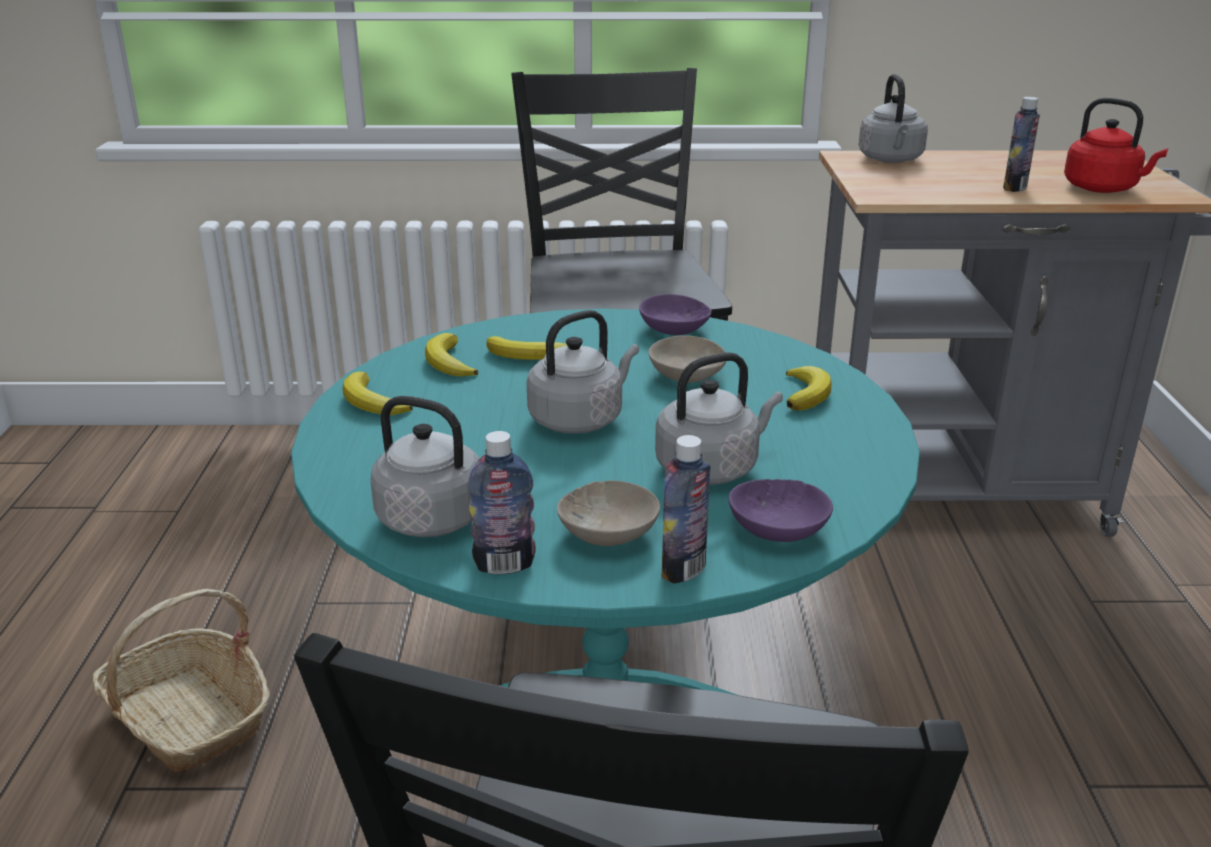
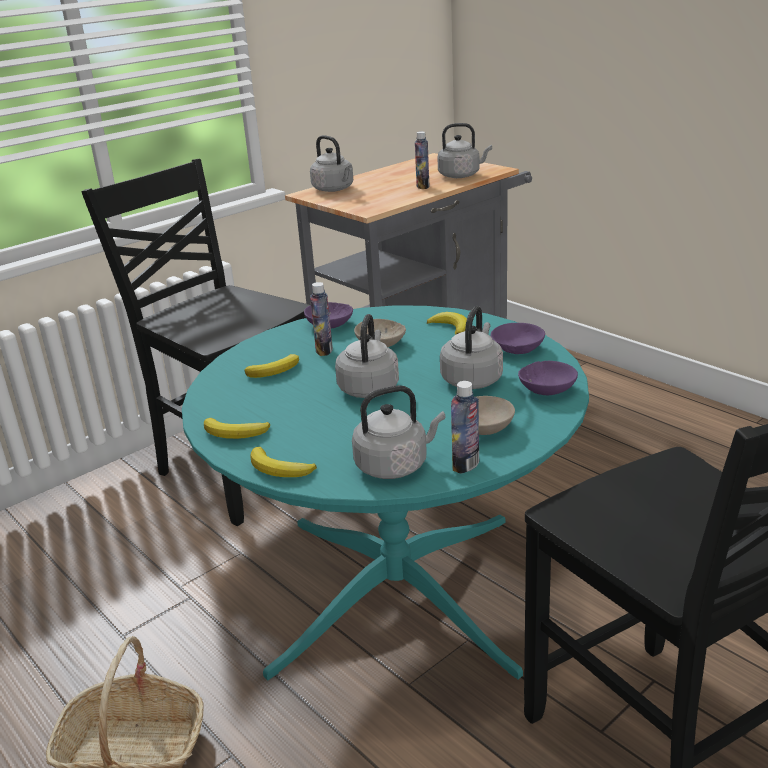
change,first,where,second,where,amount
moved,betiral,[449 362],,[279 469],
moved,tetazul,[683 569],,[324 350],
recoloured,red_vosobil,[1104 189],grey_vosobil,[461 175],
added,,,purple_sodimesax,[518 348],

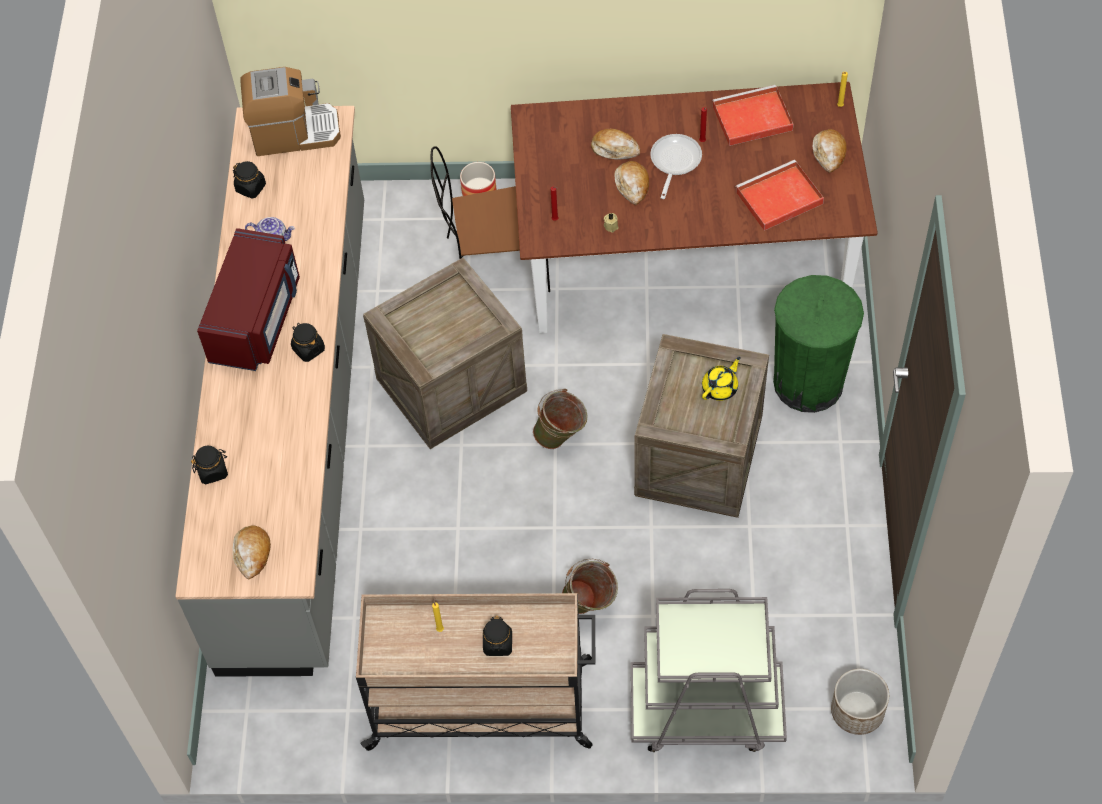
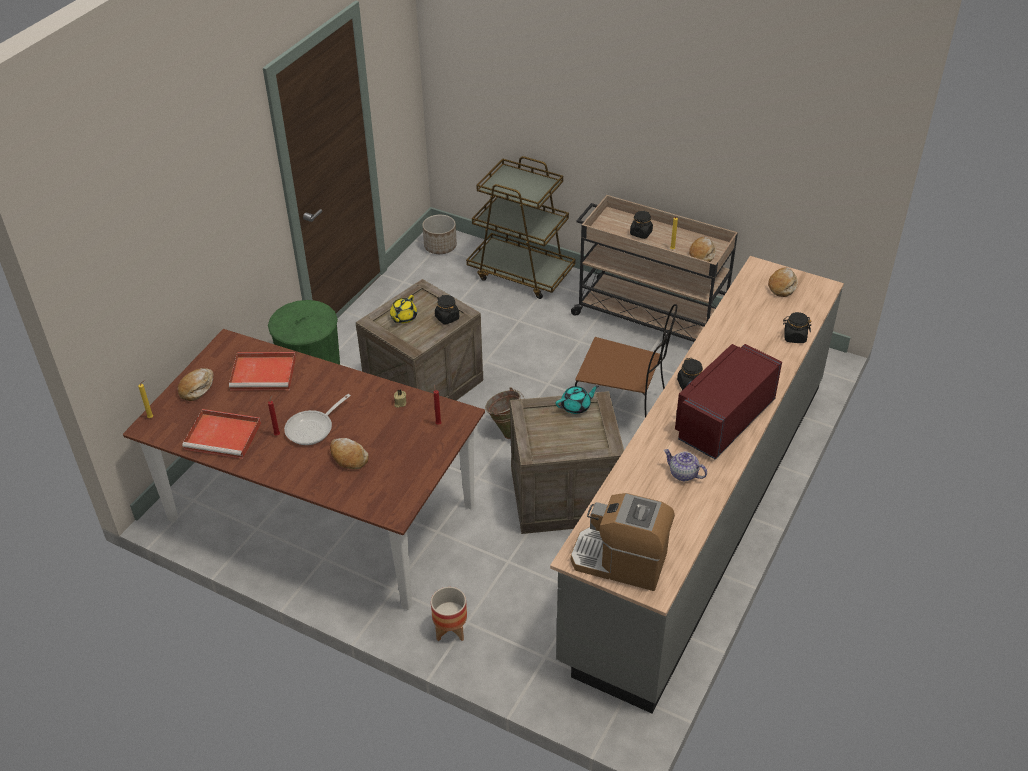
change,first,where,second,where,amount
moved,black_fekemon,[251 188],,[447 318],
moved,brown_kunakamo,[494 265],,[622 410],
removed,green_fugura,[590 606],,,
moved,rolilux,[632 185],,[702 254],
recoloured,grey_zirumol,[705 710],brown_zirumol,[521 273],
turned,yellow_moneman,[720 388],,[403 317],45 degrees counterclockwise
added,,,turquoise_moneman,[576 406],

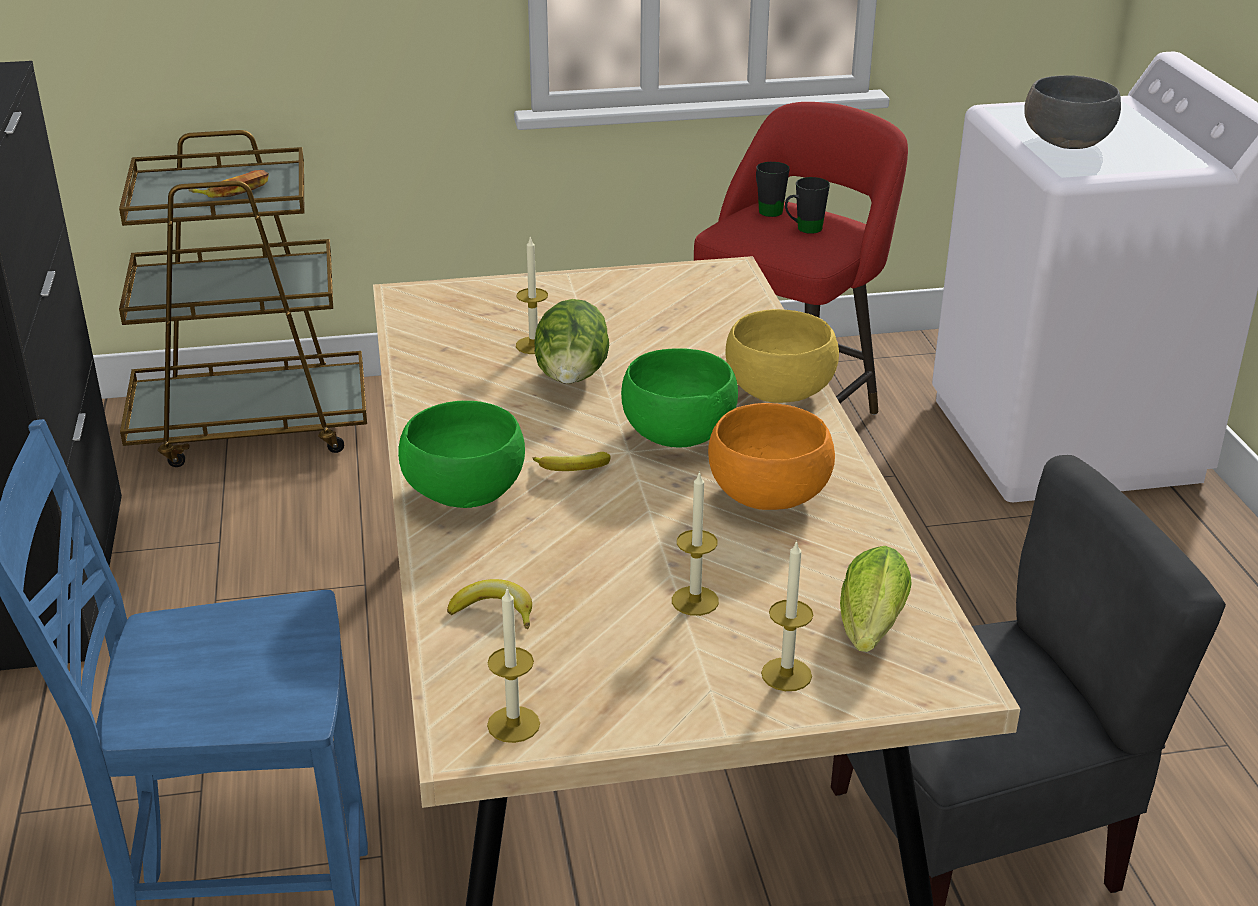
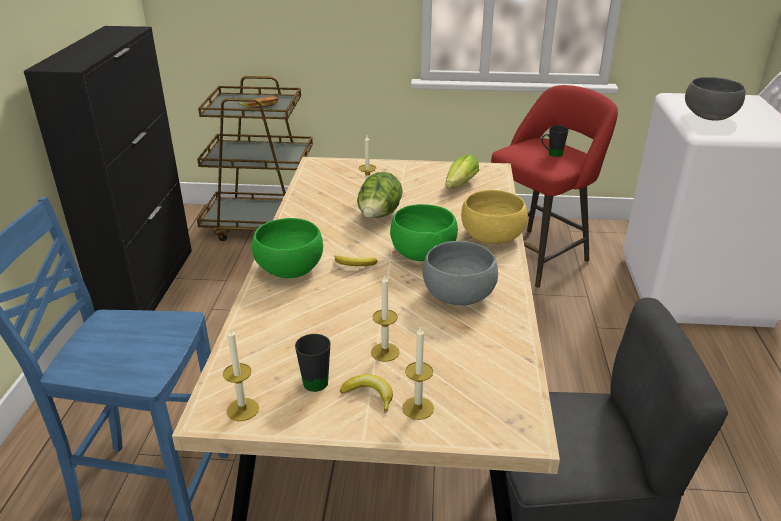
change,first,where,second,where,amount
moved,betiral,[494 611],,[369 395],
recoloured,orange_sodimesax,[769 494],grey_sodimesax,[458 295],
moved,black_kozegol,[767 209],,[315 378],
moved,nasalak,[869 629],,[458 186],

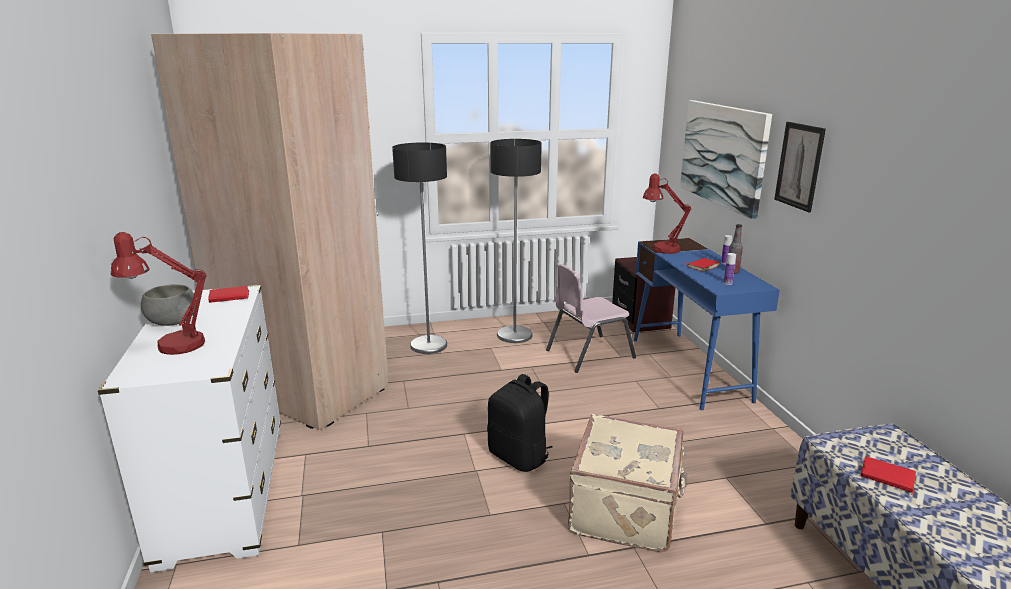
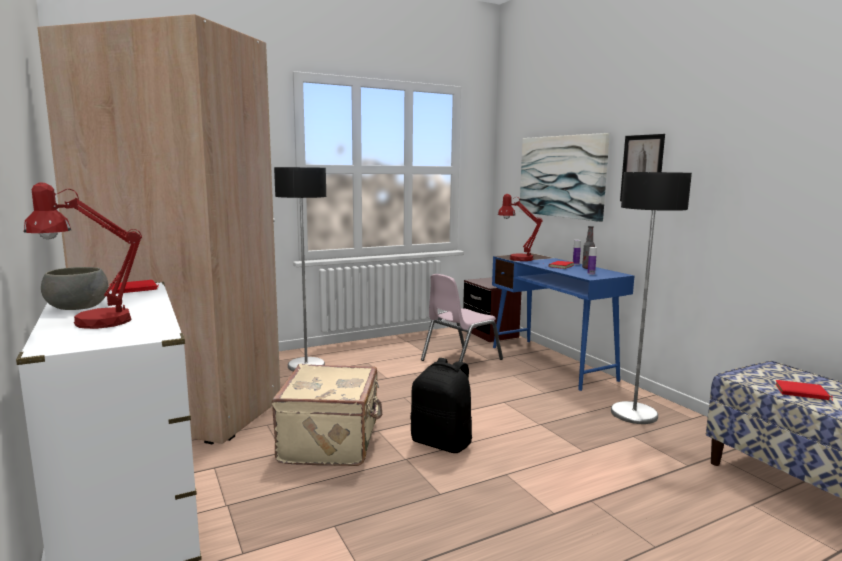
change,first,where,second,where,amount
moved,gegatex,[514 335],,[634 413],
moved,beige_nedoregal,[627 510],,[332 442],

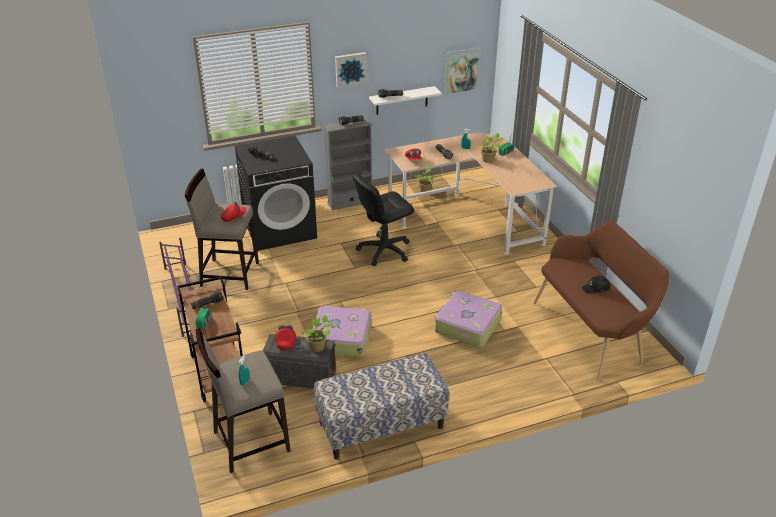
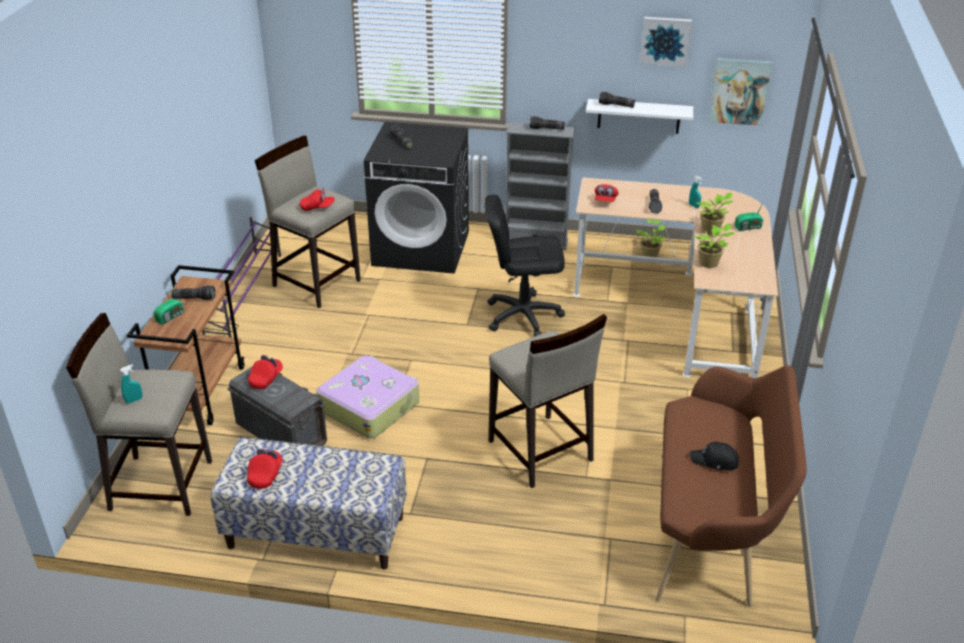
change,first,where,second,where,amount
moved,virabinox,[318 347],,[710 264],
moved,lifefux,[350 69],,[665 40],
replaced,nedoregal,[467 326],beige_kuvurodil,[540 451],
added,,,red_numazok,[265 475],

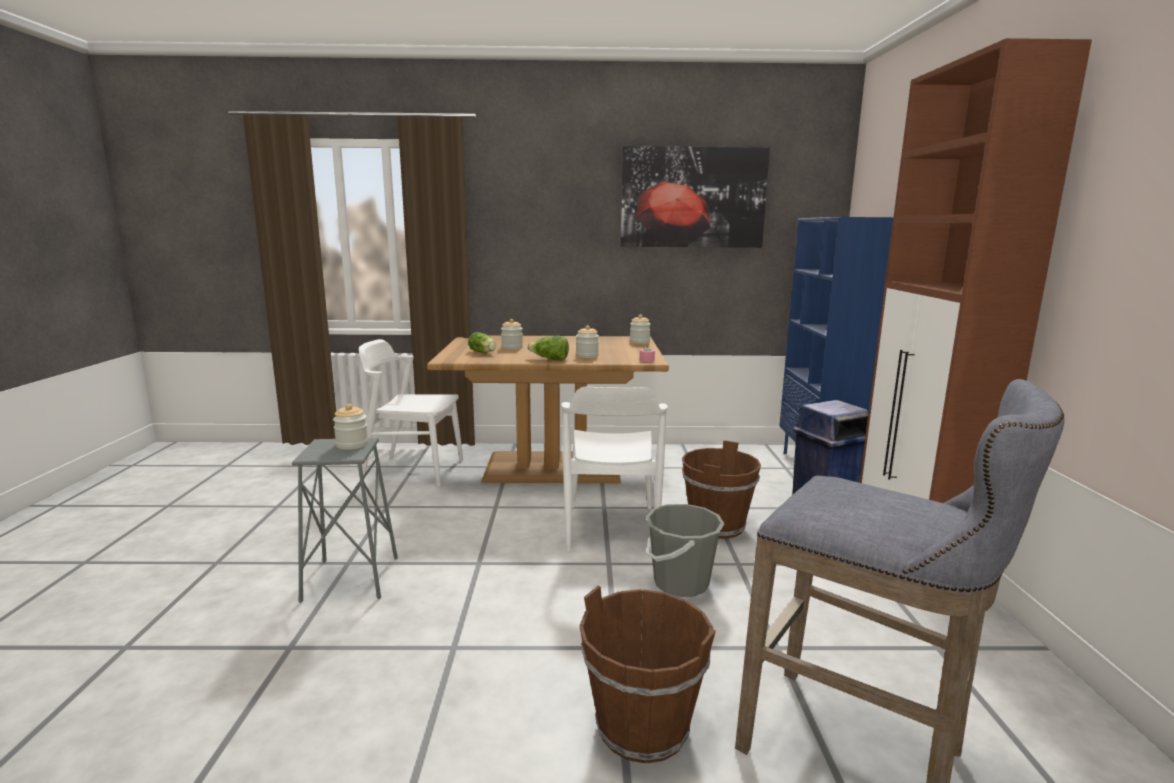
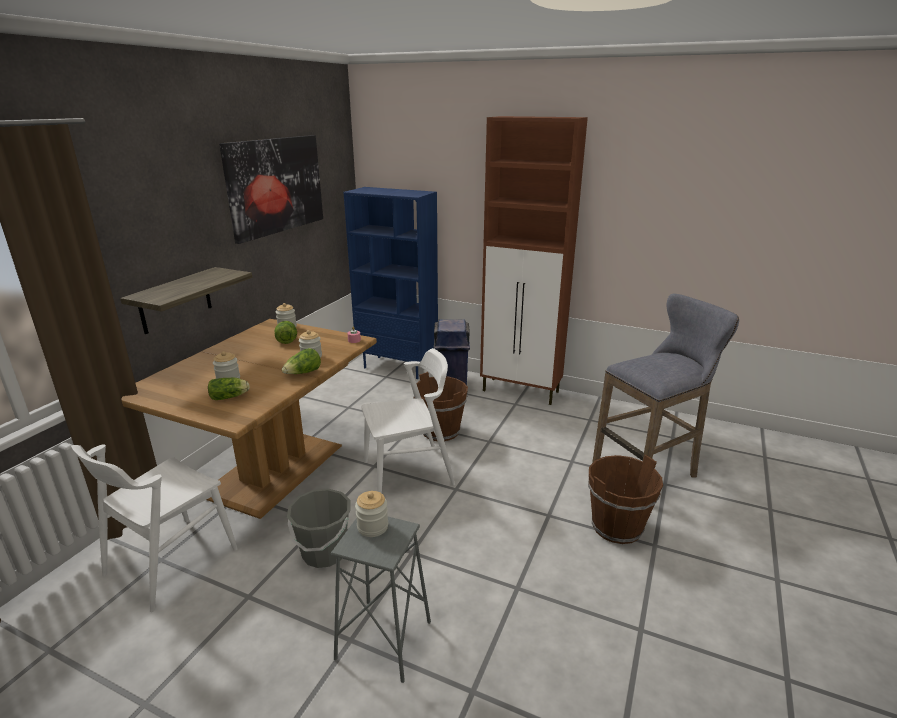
change,first,where,second,where,amount
turned,white_kunakamo,[611 528],,[408 473],45 degrees counterclockwise
moved,grey_fugura,[681 583],,[324 552],
added,,,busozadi,[175 300],
added,,,nasalak,[286 339],

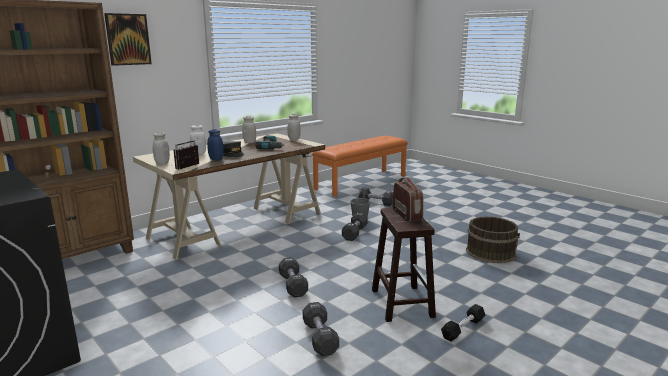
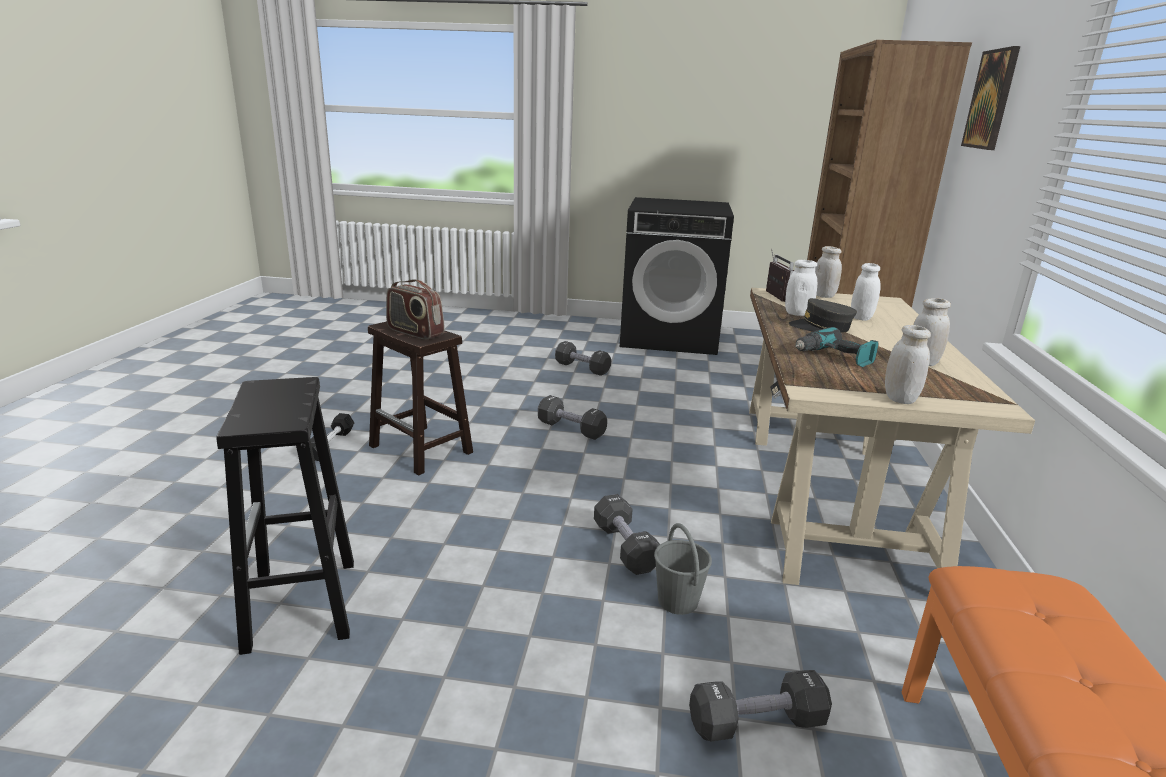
change,first,where,second,where,amount
recoloured,blue_fekemon,[216 159],white_fekemon,[797 313],
moved,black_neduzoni,[320 338],,[582 368],
replaced,brown_fugura,[490 252],black_kuvurodil,[302 606],

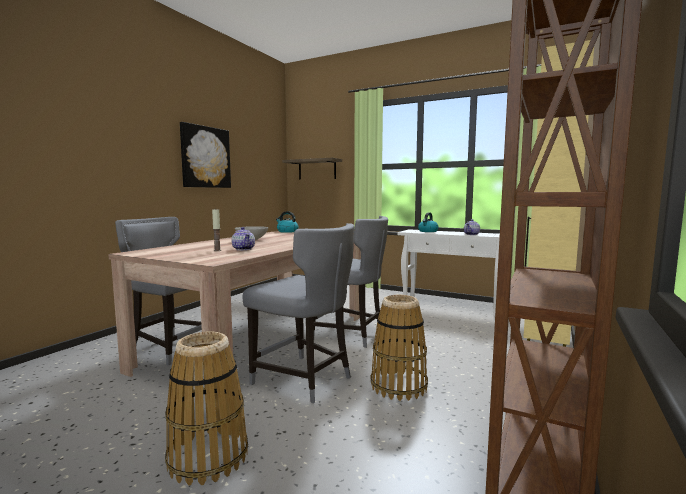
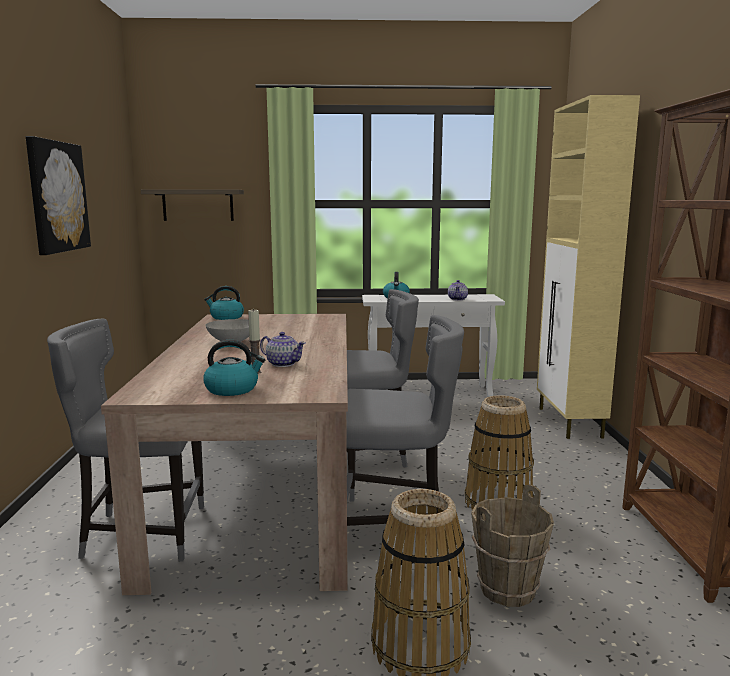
change,first,where,second,where,amount
added,,,vosobil,[232 389],
added,,,brown_fugura,[508 590],

